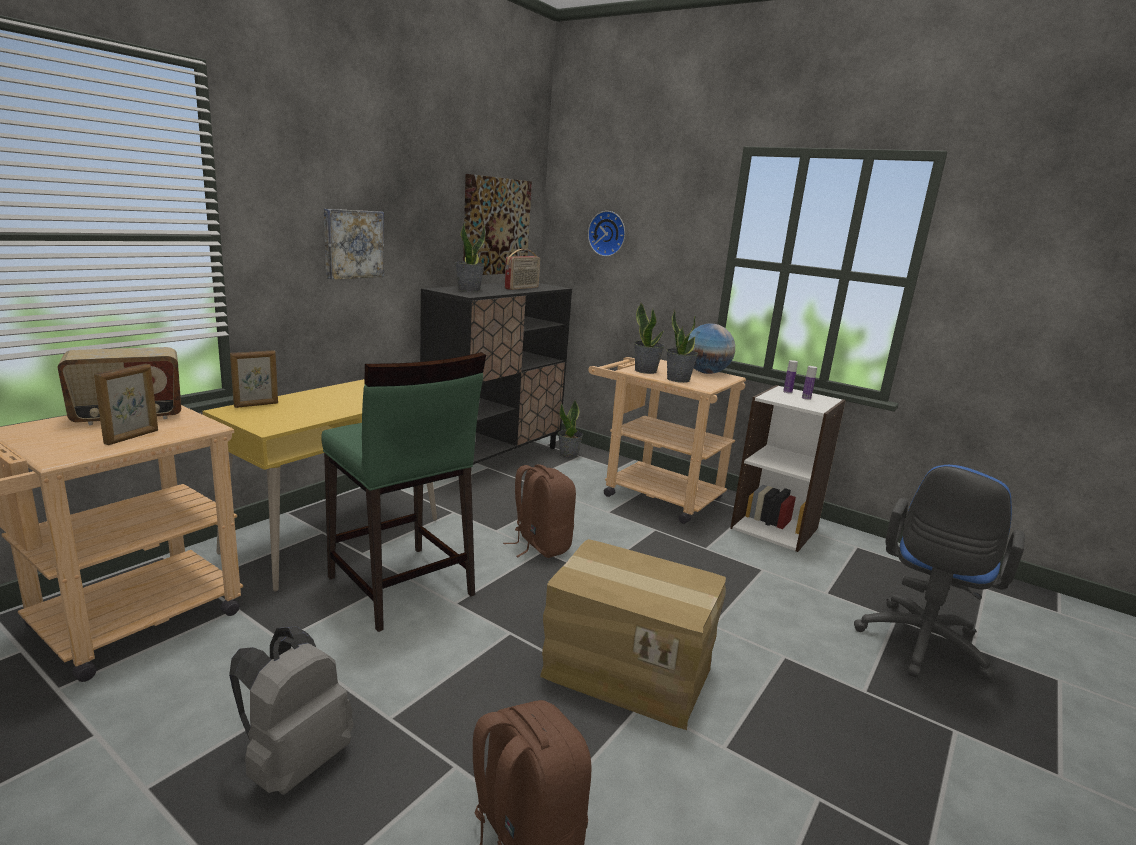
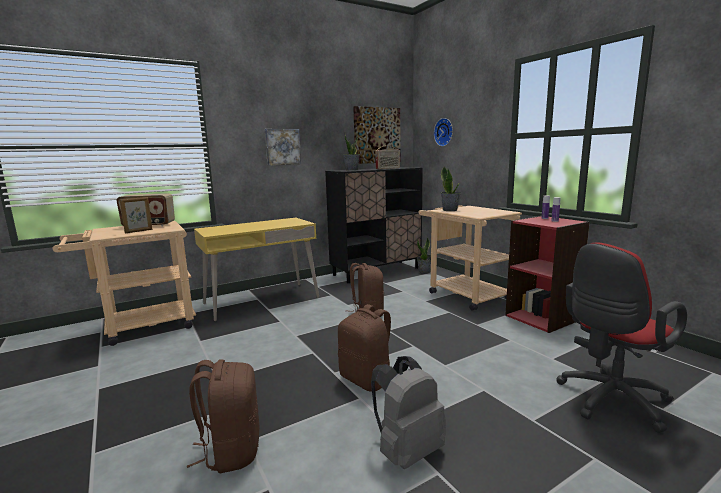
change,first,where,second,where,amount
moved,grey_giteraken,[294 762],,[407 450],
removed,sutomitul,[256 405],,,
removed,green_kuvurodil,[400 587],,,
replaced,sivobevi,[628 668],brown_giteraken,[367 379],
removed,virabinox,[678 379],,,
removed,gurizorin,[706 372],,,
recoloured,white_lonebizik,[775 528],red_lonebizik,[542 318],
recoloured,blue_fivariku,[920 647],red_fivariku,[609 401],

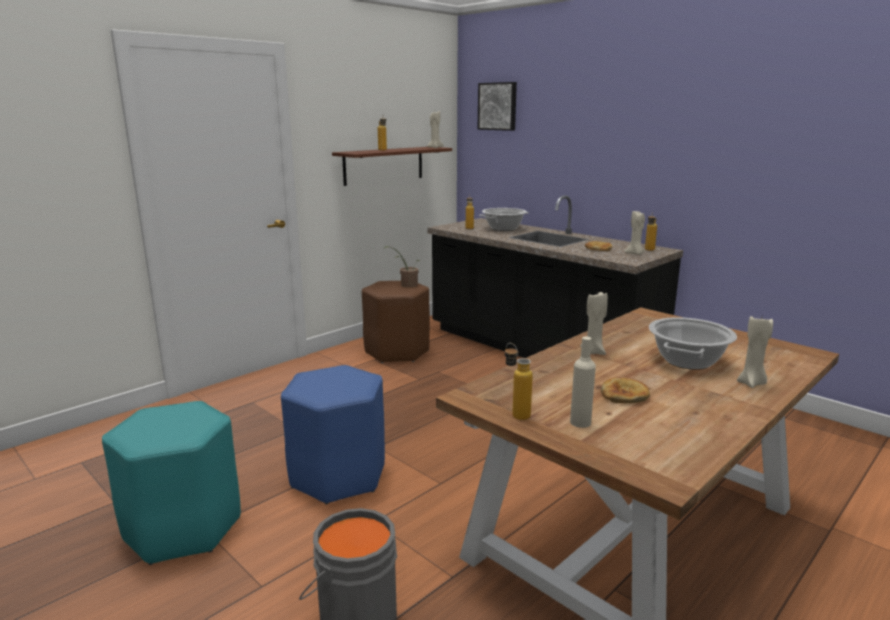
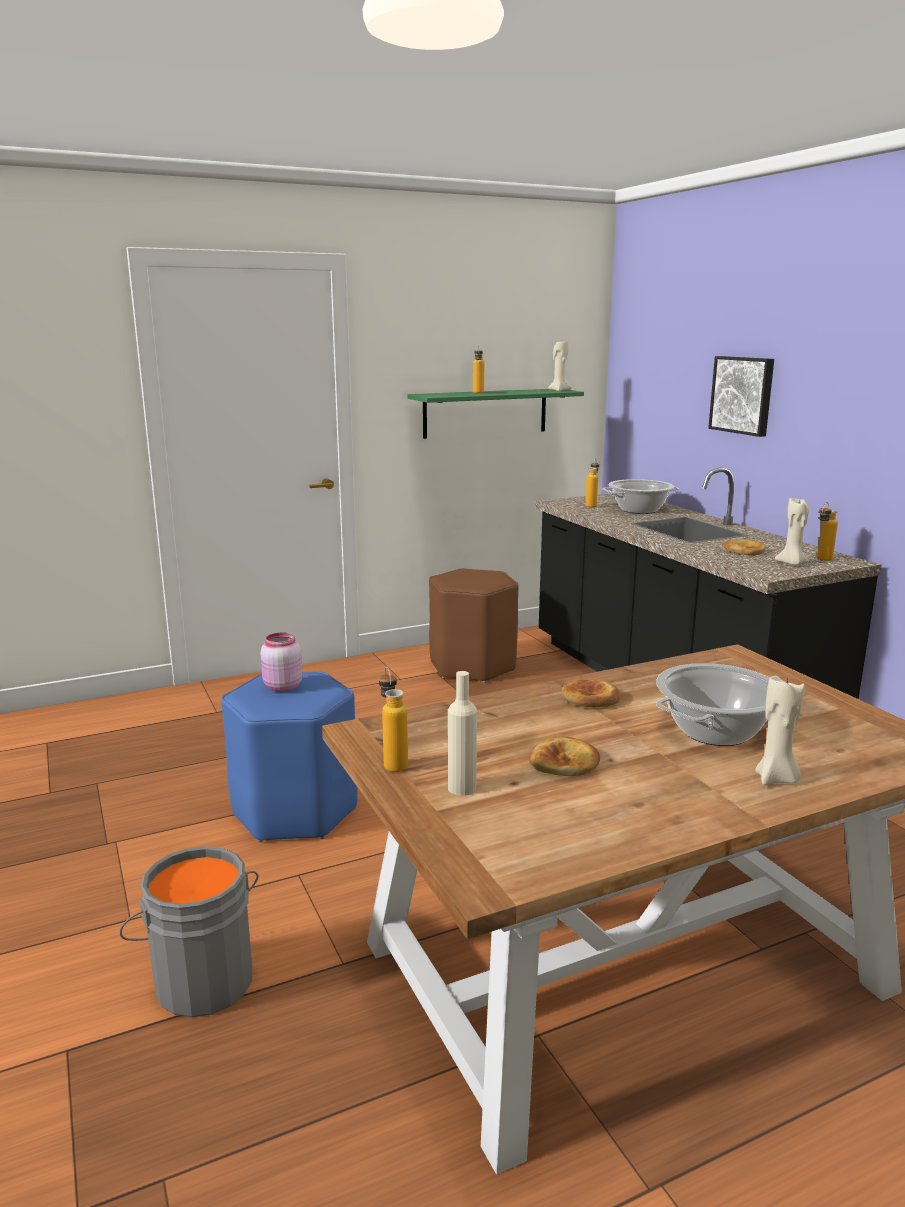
change,first,where,second,where,amount
removed,turquoise_kuvurodil,[183 528],,,
recoloured,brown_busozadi,[384 165],green_busozadi,[485 413],
removed,virabinox,[406 285],,,
moved,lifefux,[498 106],,[743 395],
replaced,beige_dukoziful,[593 352],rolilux,[590 698],
added,,,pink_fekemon,[281 687],

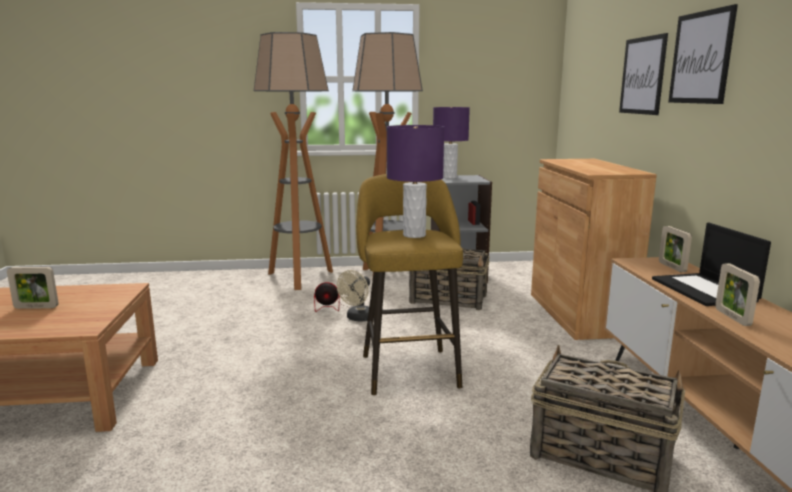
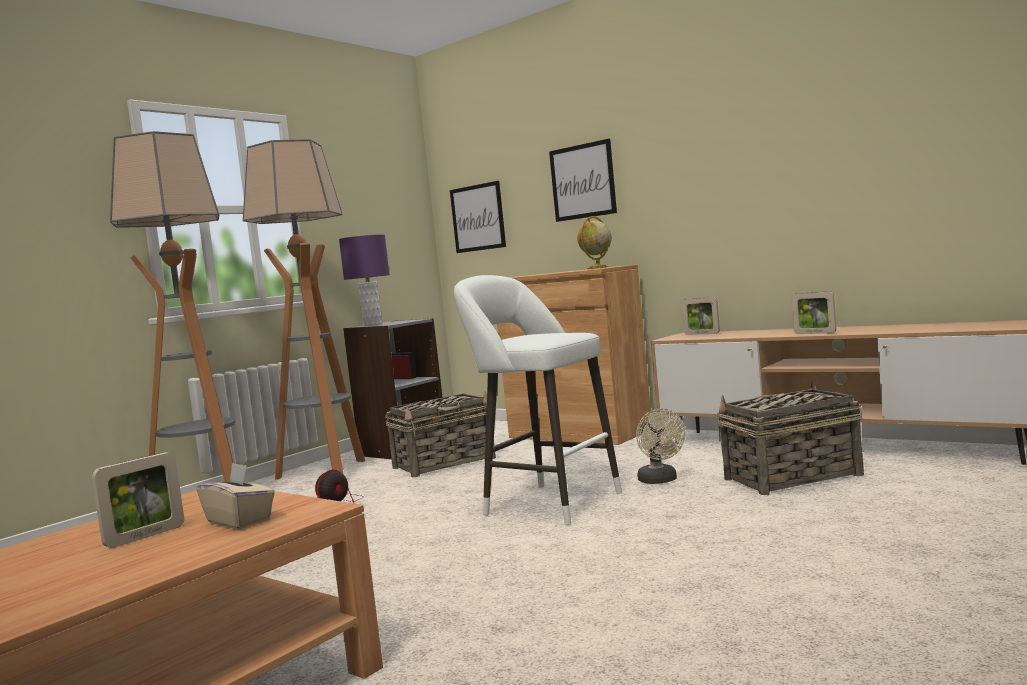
change,first,where,second,where,amount
moved,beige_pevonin,[358 318],,[660 481],
recoloured,yellow_kuvurodil,[408 368],white_kuvurodil,[546 503],
removed,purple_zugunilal,[414 235],,,
removed,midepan,[705 290],,,
moved,lifefux,[701 57],,[478 217],
added,,,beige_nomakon,[240 521],
added,,,gurizorin,[597 268],

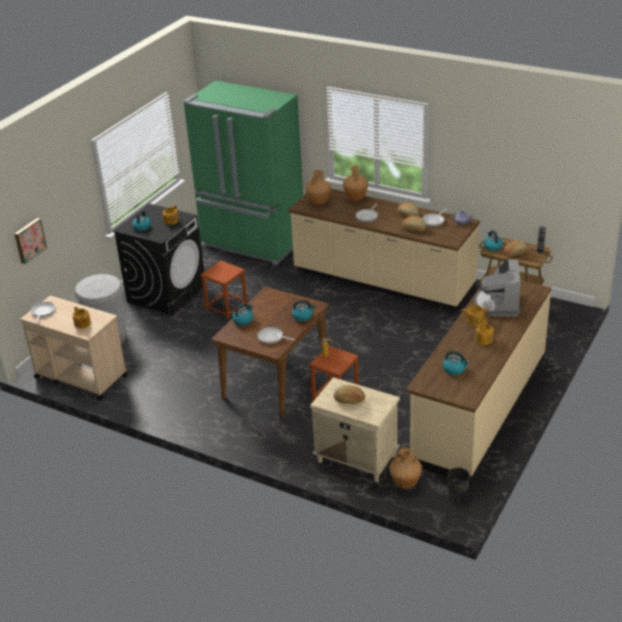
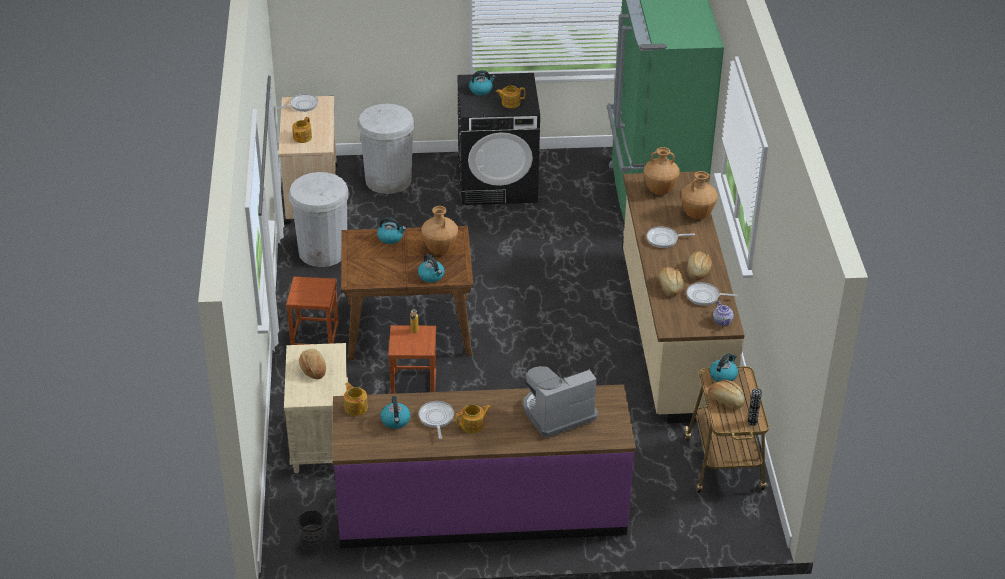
change,first,where,second,where,amount
removed,lifefux,[29 240],,,
moved,brown_kuvurodil,[226 307],,[314 336],
moved,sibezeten,[272 337],,[436 418],
moved,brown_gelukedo,[405 484],,[440 250],
recoloured,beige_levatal,[479 408],purple_levatal,[481 509],
moved,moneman,[474 321],,[356 407],
added,,,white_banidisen,[323 251],

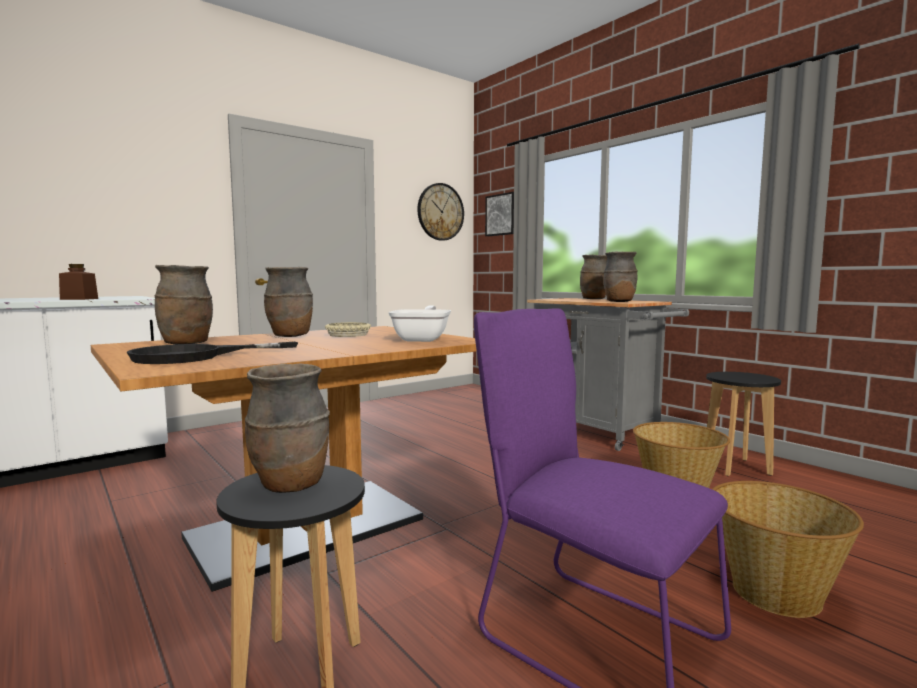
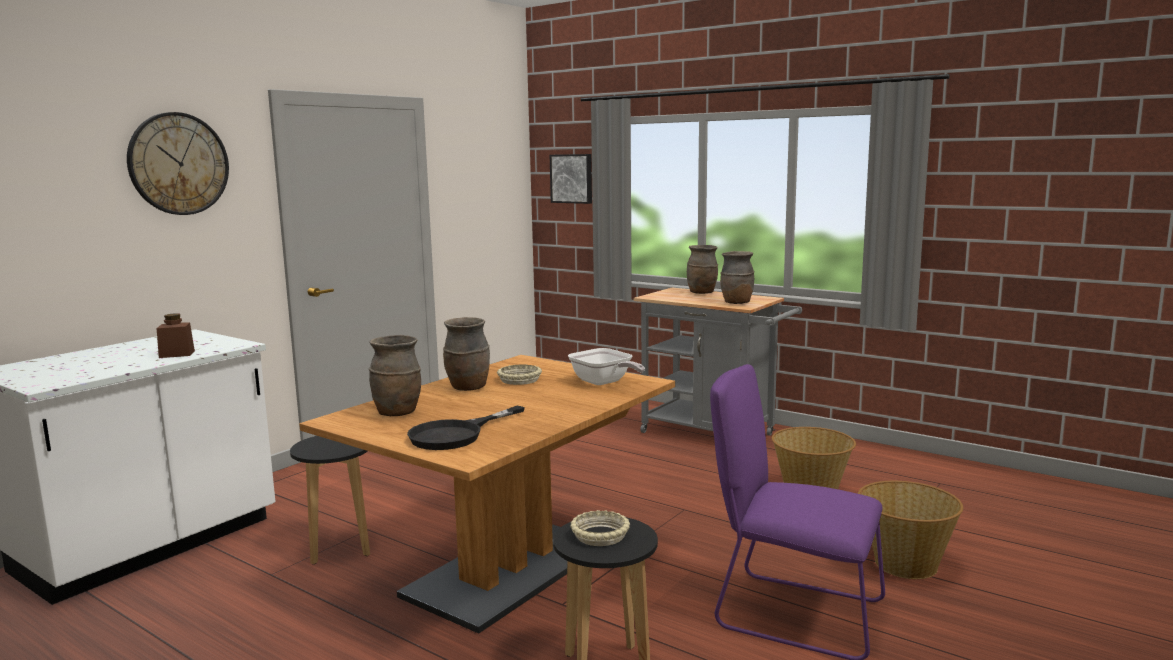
change,first,where,second,where,amount
replaced,brown_gelukedo,[291 485],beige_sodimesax,[600 535],
turned,sibezeten,[423 339],,[604 383],150 degrees clockwise
moved,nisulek,[440 212],,[178 164],
moved,black_kuvurodil,[736 467],,[339 548],

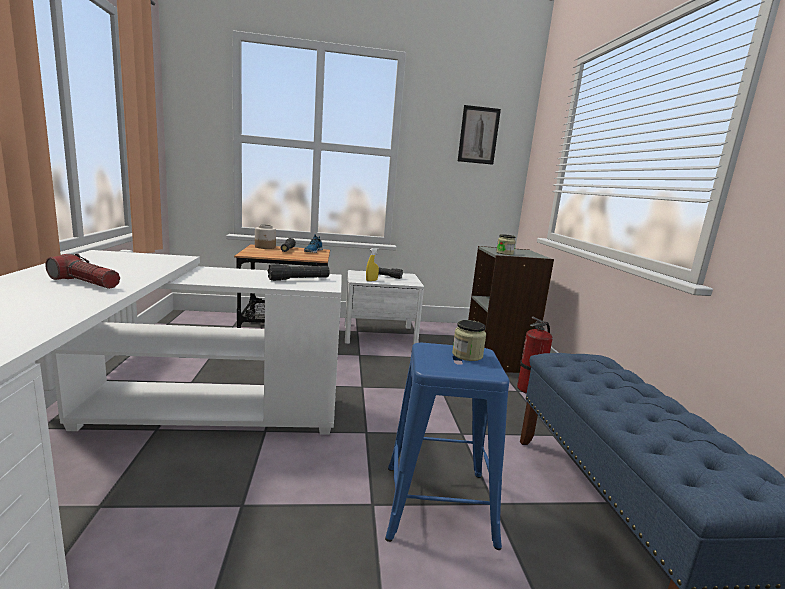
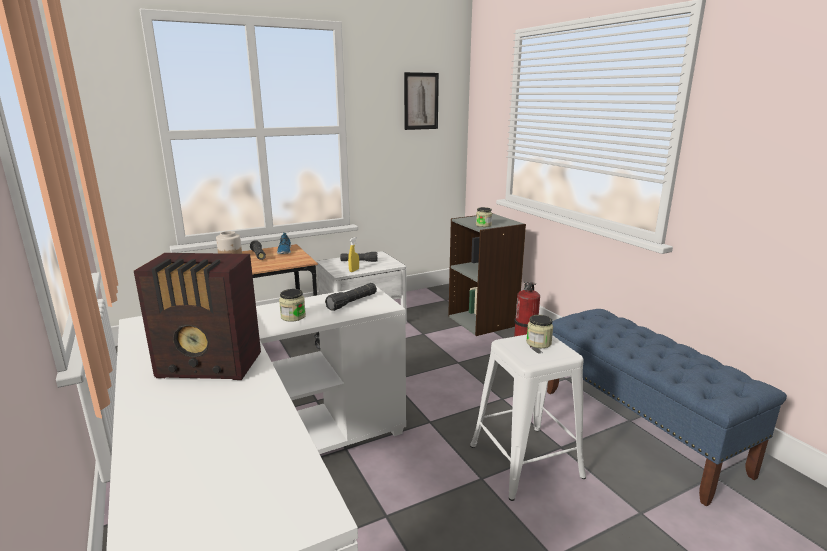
change,first,where,second,where,amount
replaced,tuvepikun,[85 283],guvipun,[211 366],
recoloured,blue_kuvurodil,[438 504],white_kuvurodil,[525 461],
added,,,fekemon,[293 316],

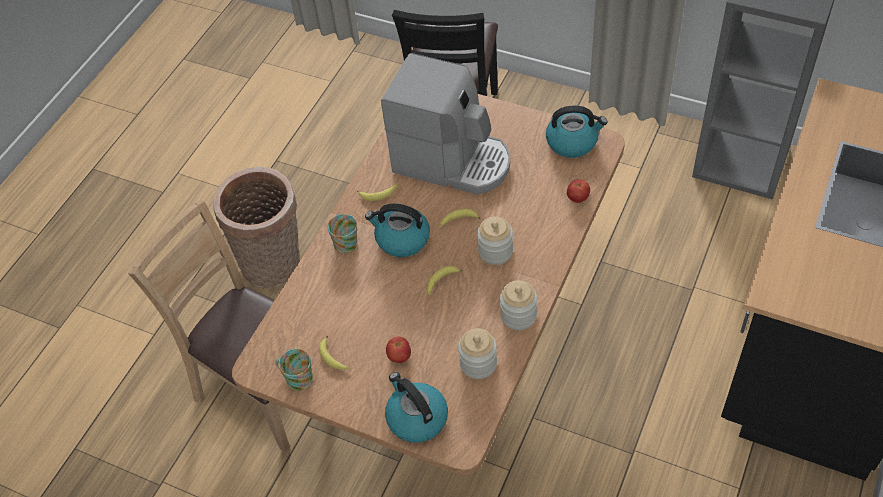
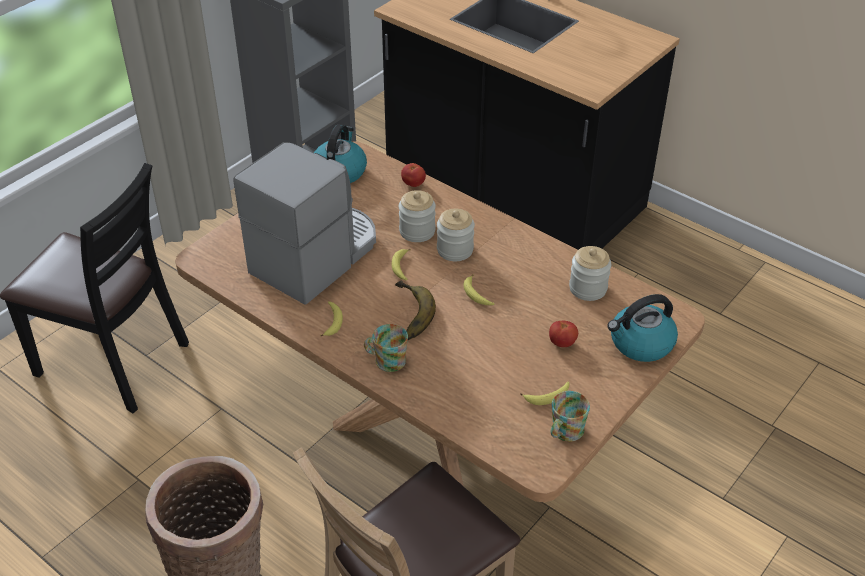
change,first,where,second,where,amount
replaced,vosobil,[401 239],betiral,[407 314],
moved,fekemon,[518 315],,[417 231],

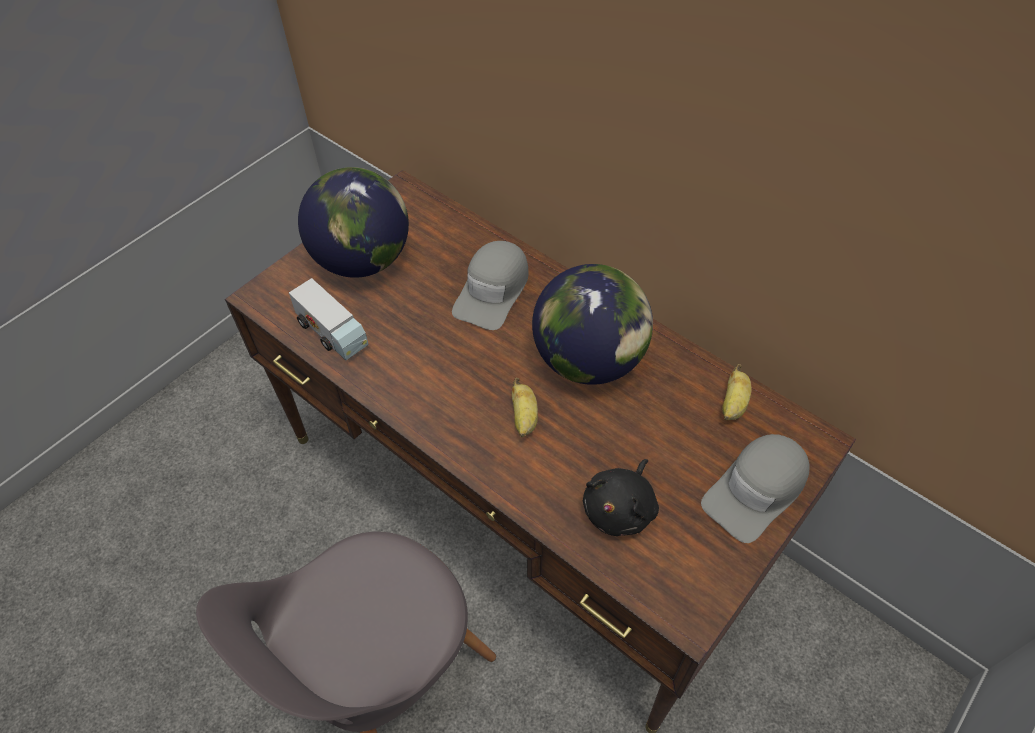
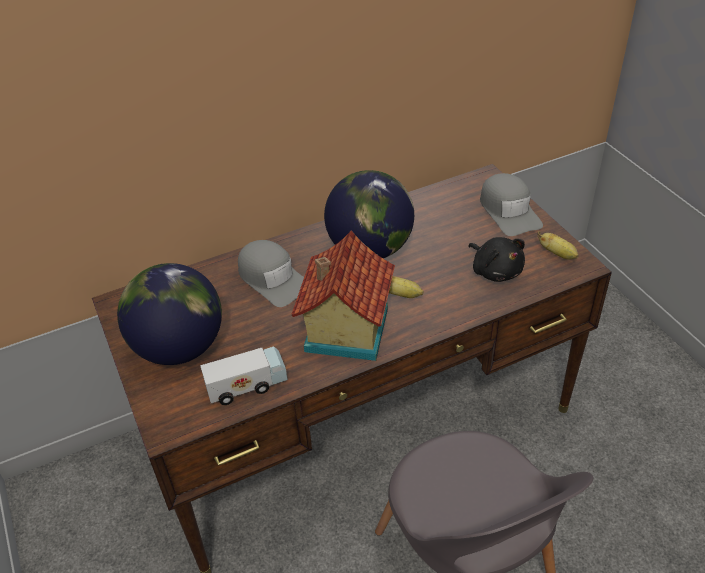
change,first,where,second,where,amount
moved,betiral,[733 404],,[557 254],
added,,,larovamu,[344 330],

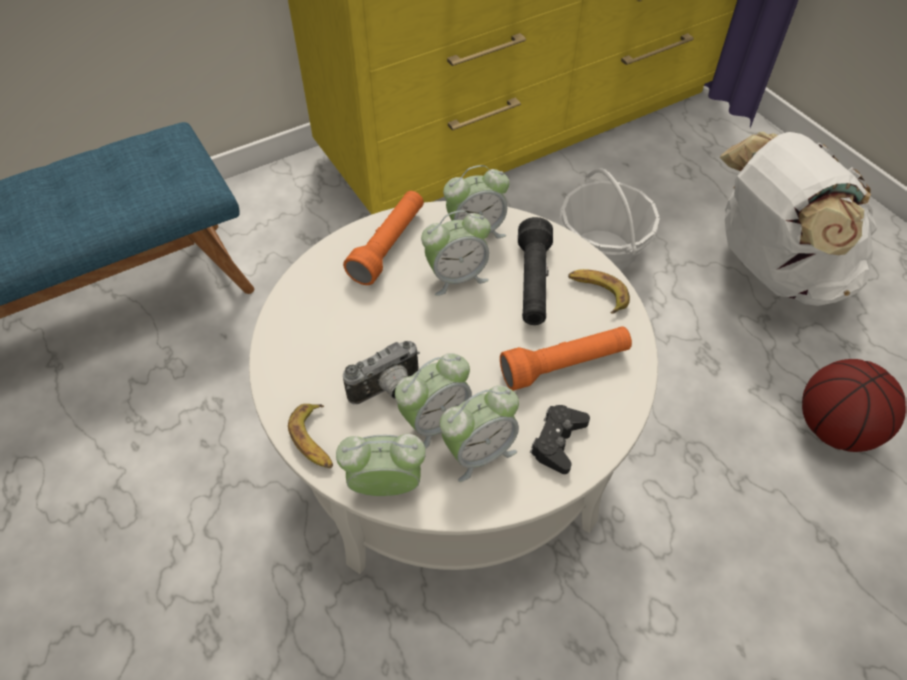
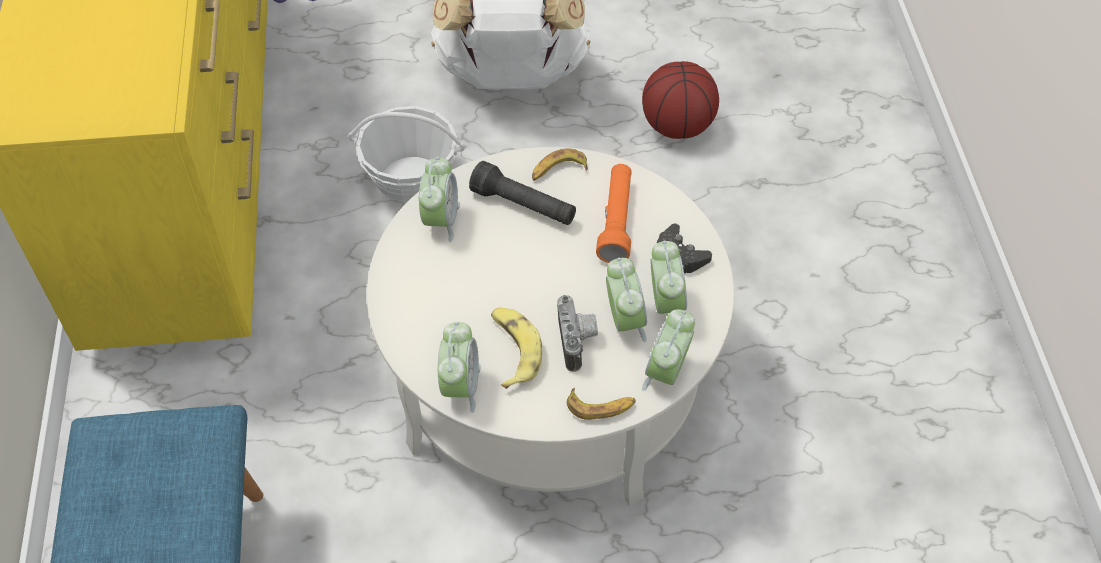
change,first,where,second,where,amount
removed,orange_tuvepikun,[389 246],,,
moved,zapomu,[456 277],,[460 387],
added,,,betiral,[513 350],

